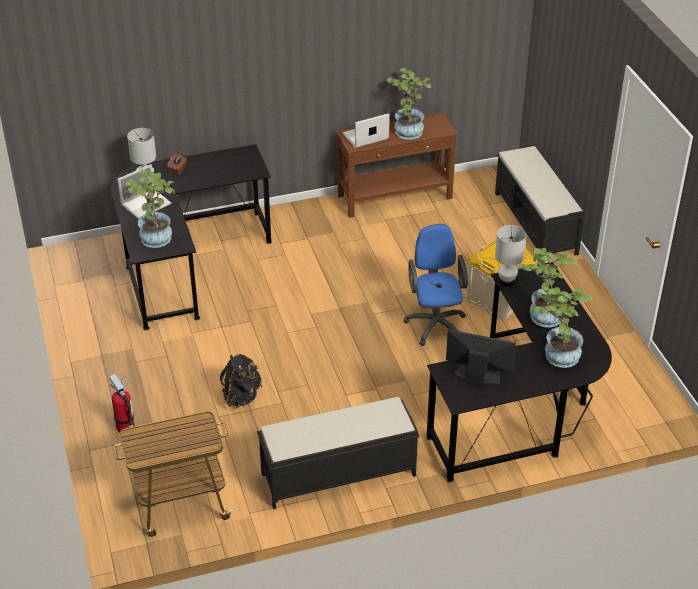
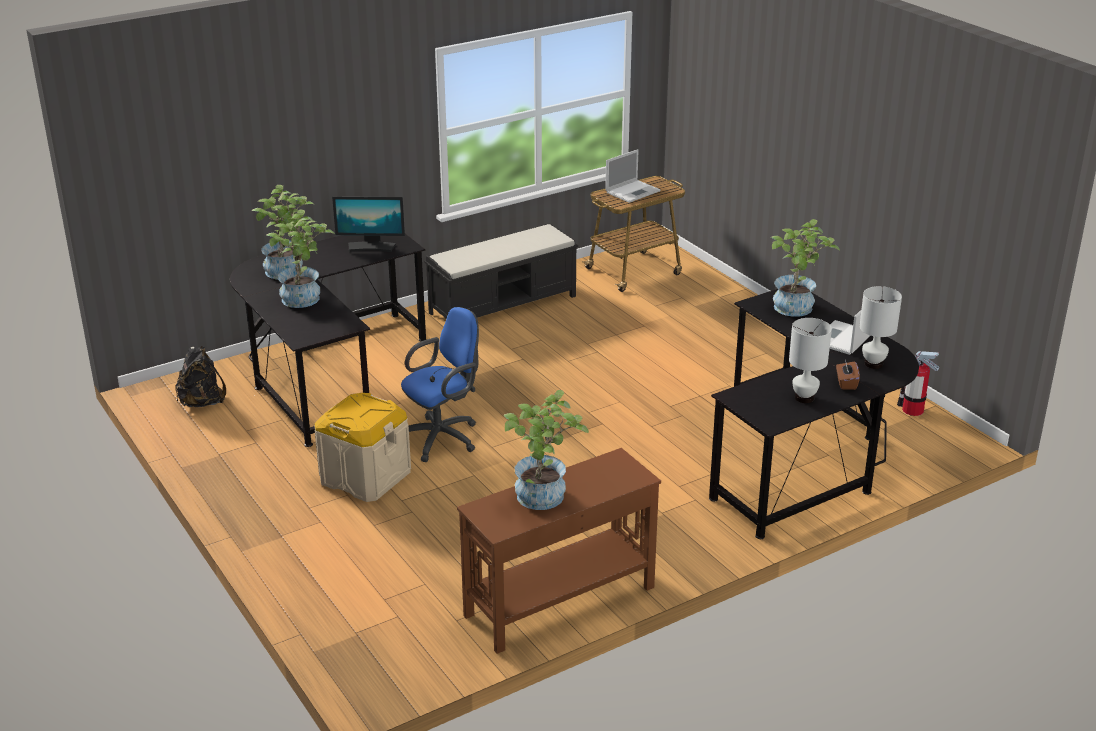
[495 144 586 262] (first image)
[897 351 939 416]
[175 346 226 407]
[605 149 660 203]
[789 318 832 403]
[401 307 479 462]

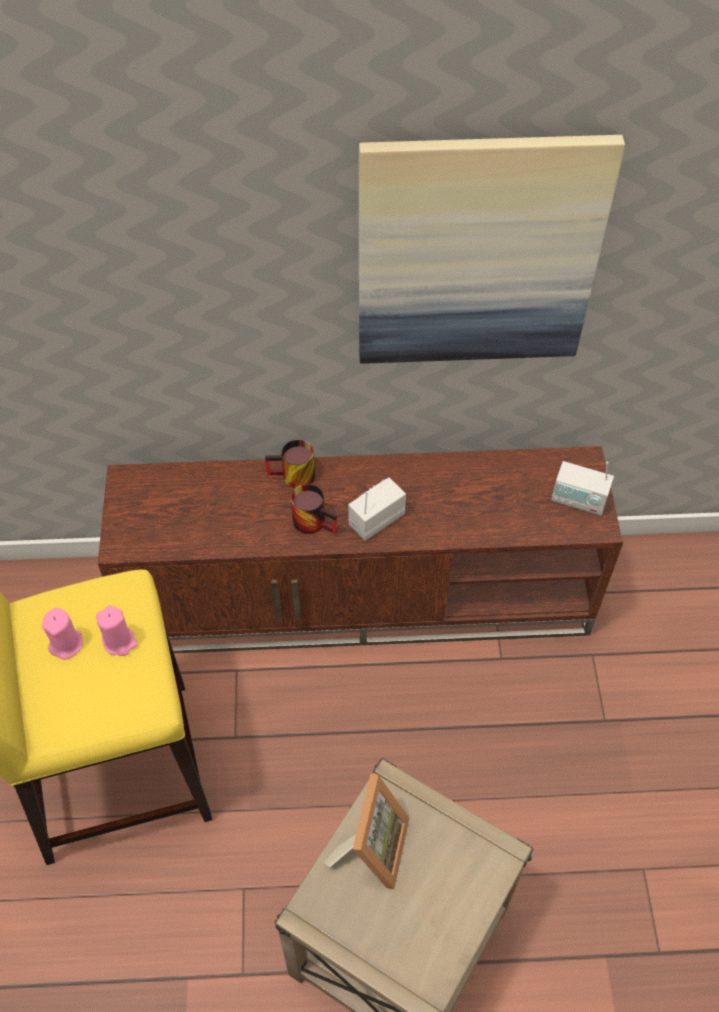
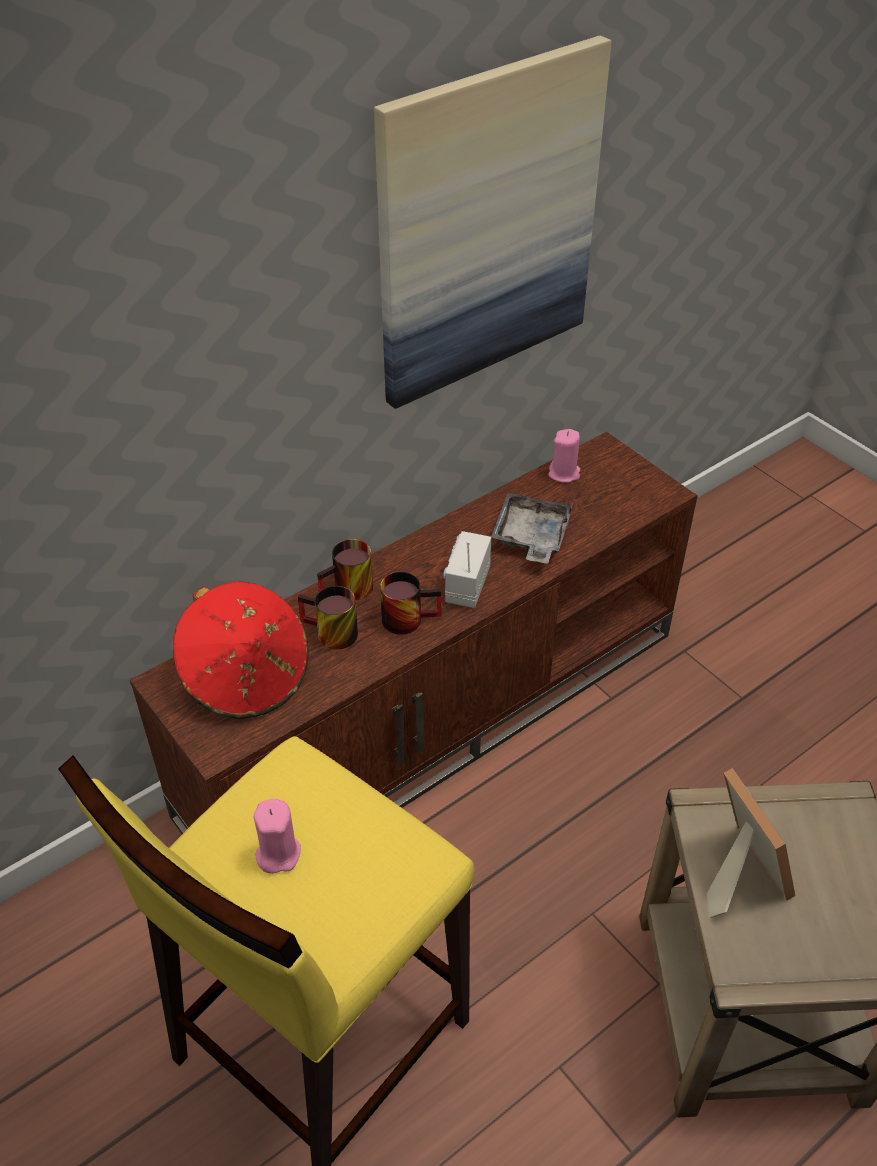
[551 461 614 515] (first image)
[173 582 309 719]
[298 586 358 649]
[491 493 573 563]
[548 429 580 483]

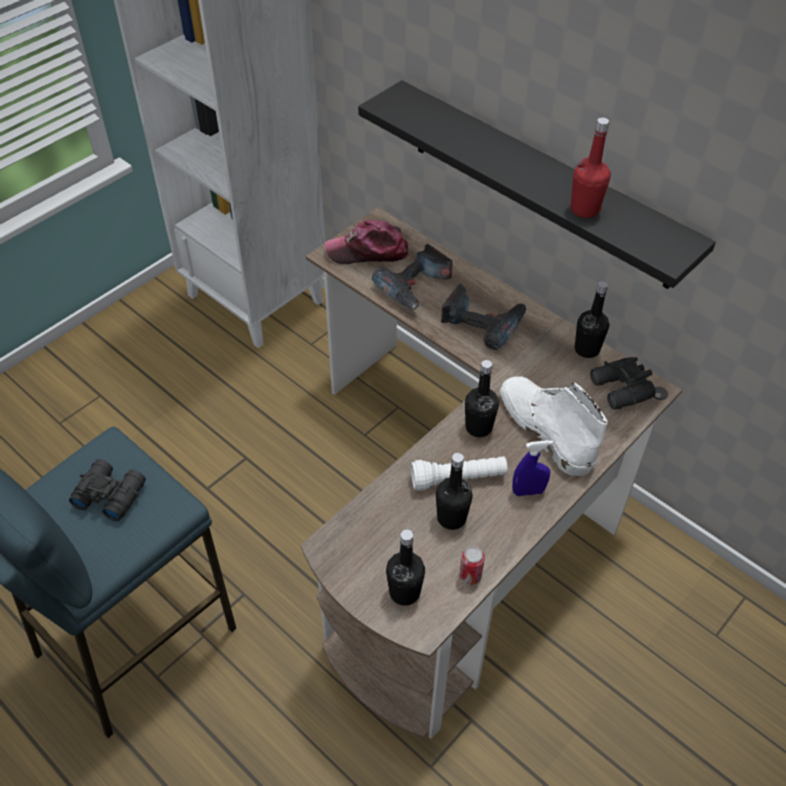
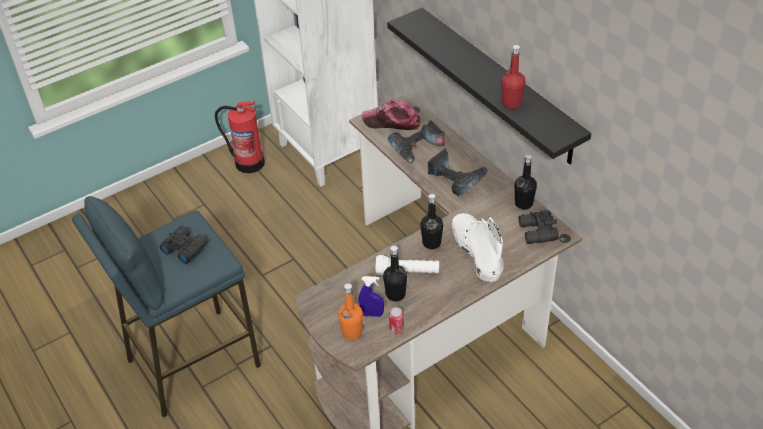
[215 101 265 173]
[359 276 384 317]
[338 283 363 340]

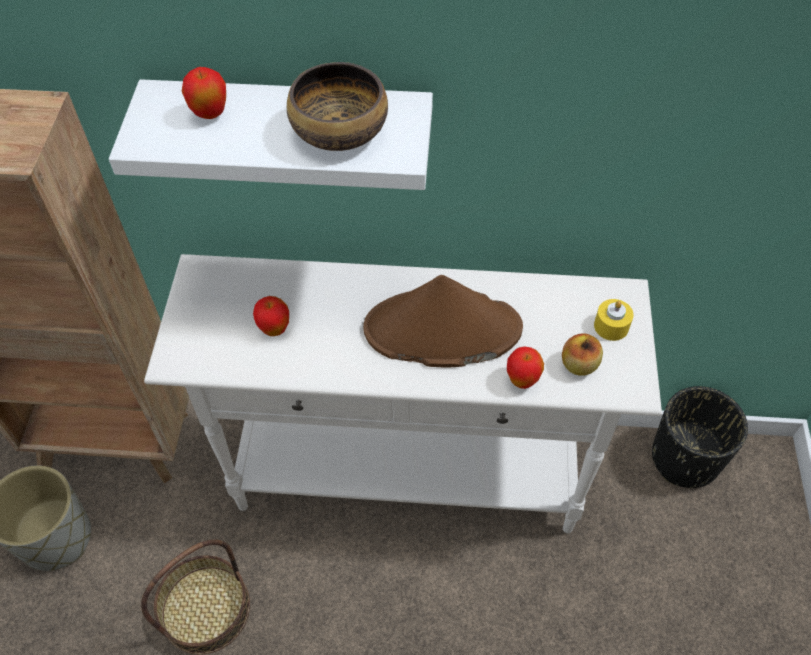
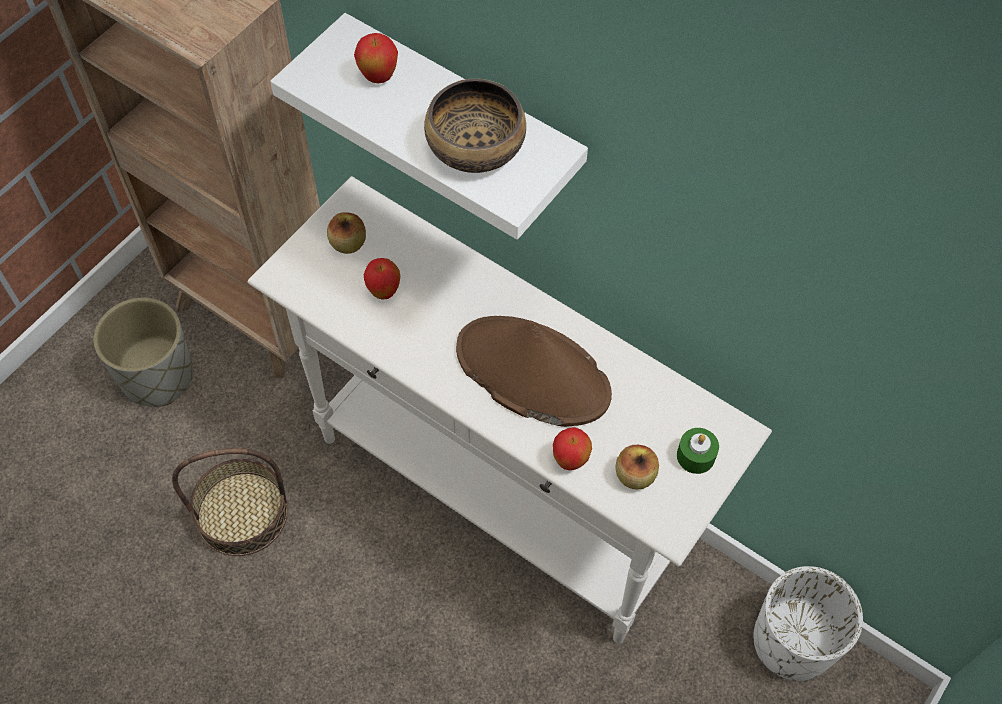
[327 212 366 254]
[677 428 719 474]
[753 566 863 681]

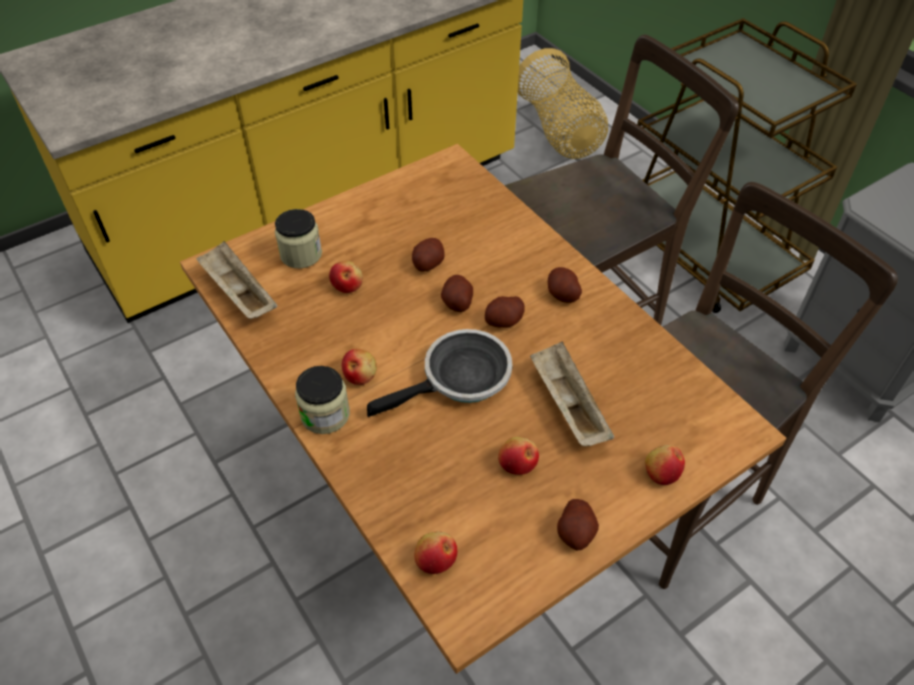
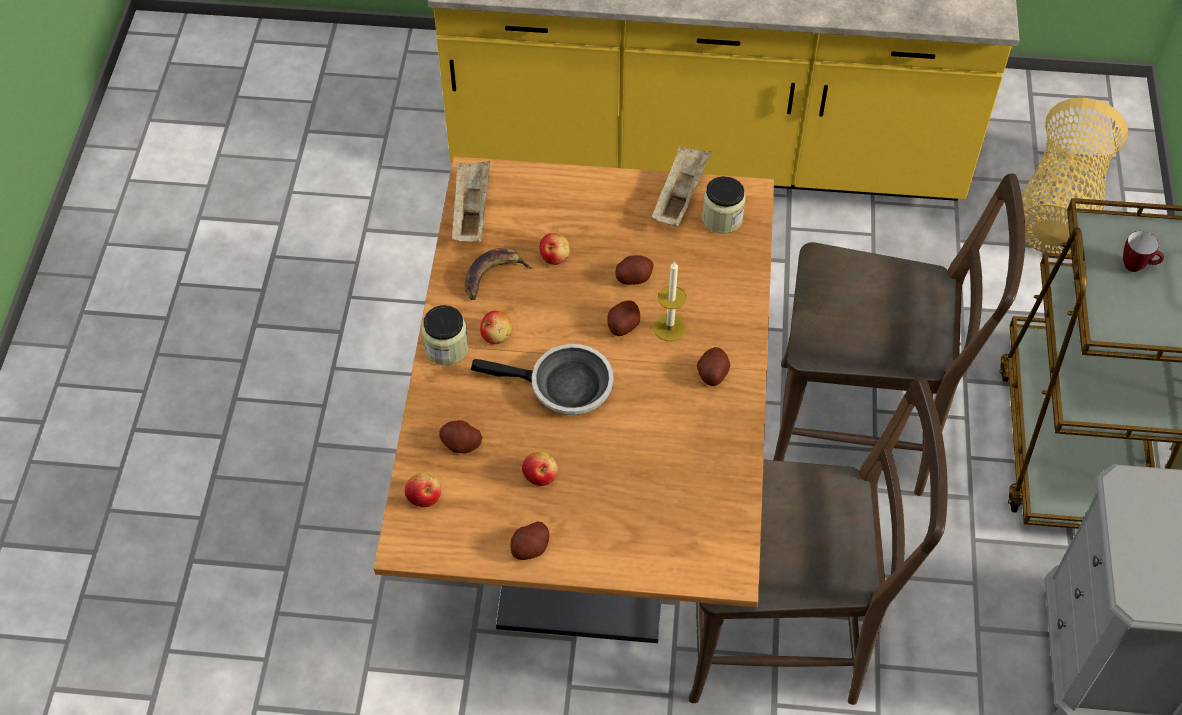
[645 445 685 485] (first image)
[464 248 532 300]
[654 261 686 342]
[1123 231 1164 272]
[702 176 746 234]
[439 420 483 453]
[652 146 711 226]

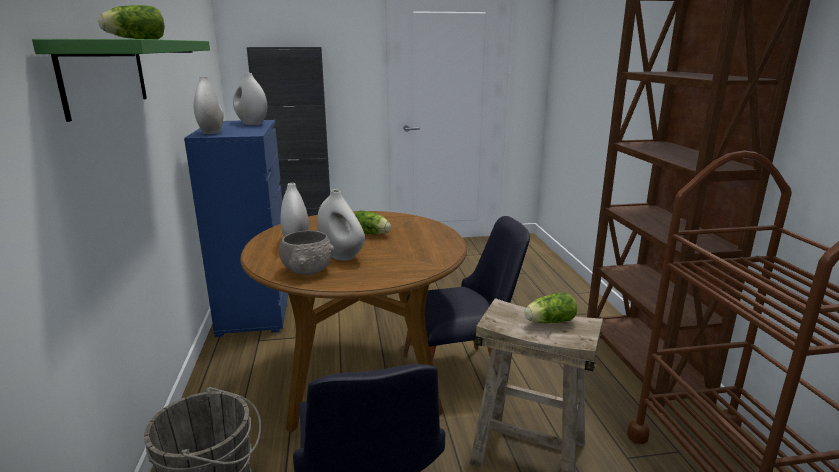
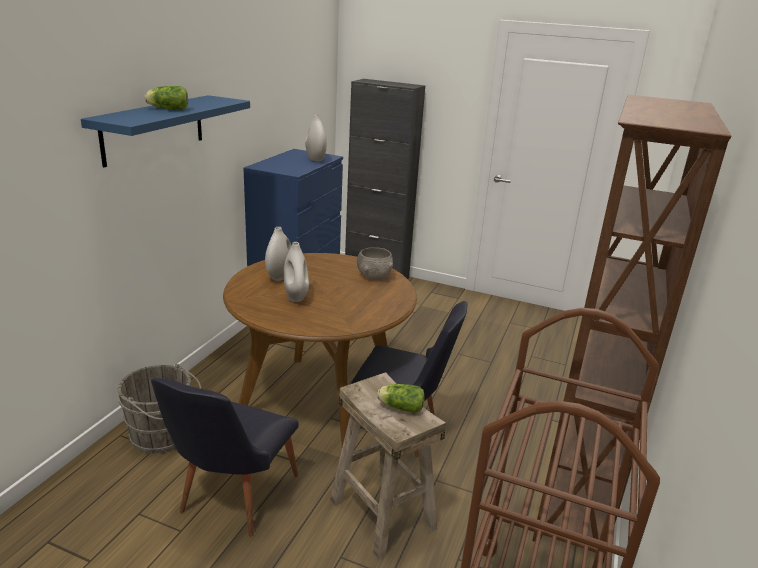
[194 76 224 134] (first image)
[355 210 391 235] (first image)
[357 247 393 280]
[81 95 250 167]

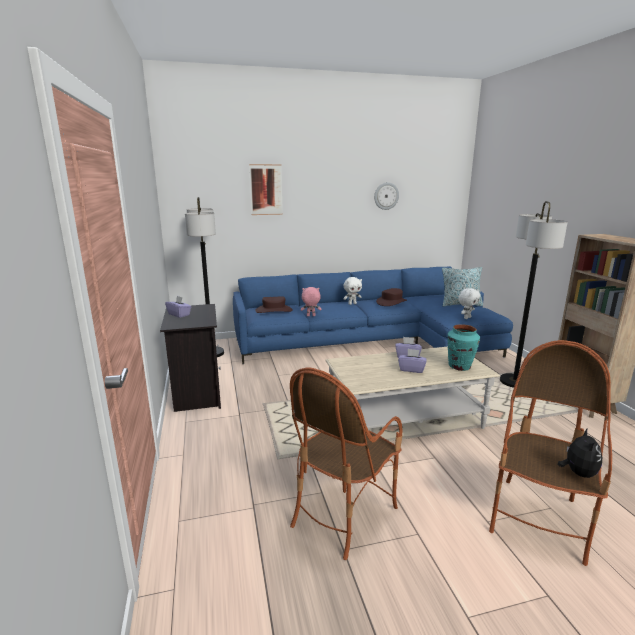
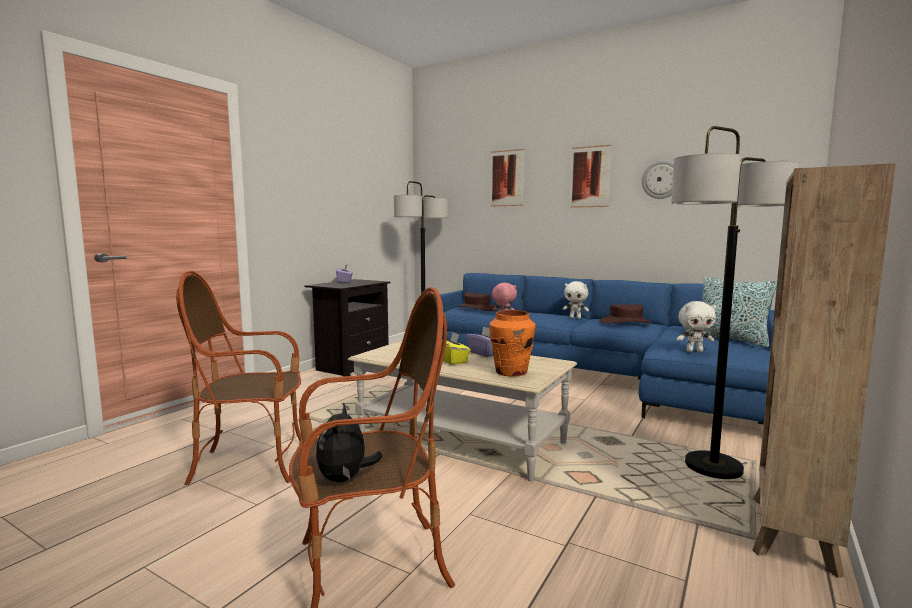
[570 145 611 208]
[440 332 471 365]
[489 310 536 377]
[316 403 382 482]

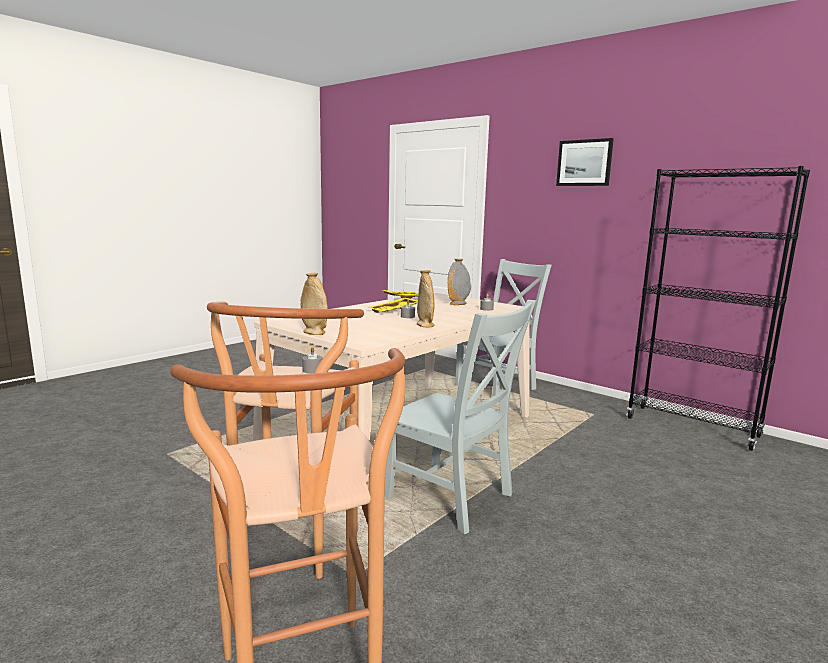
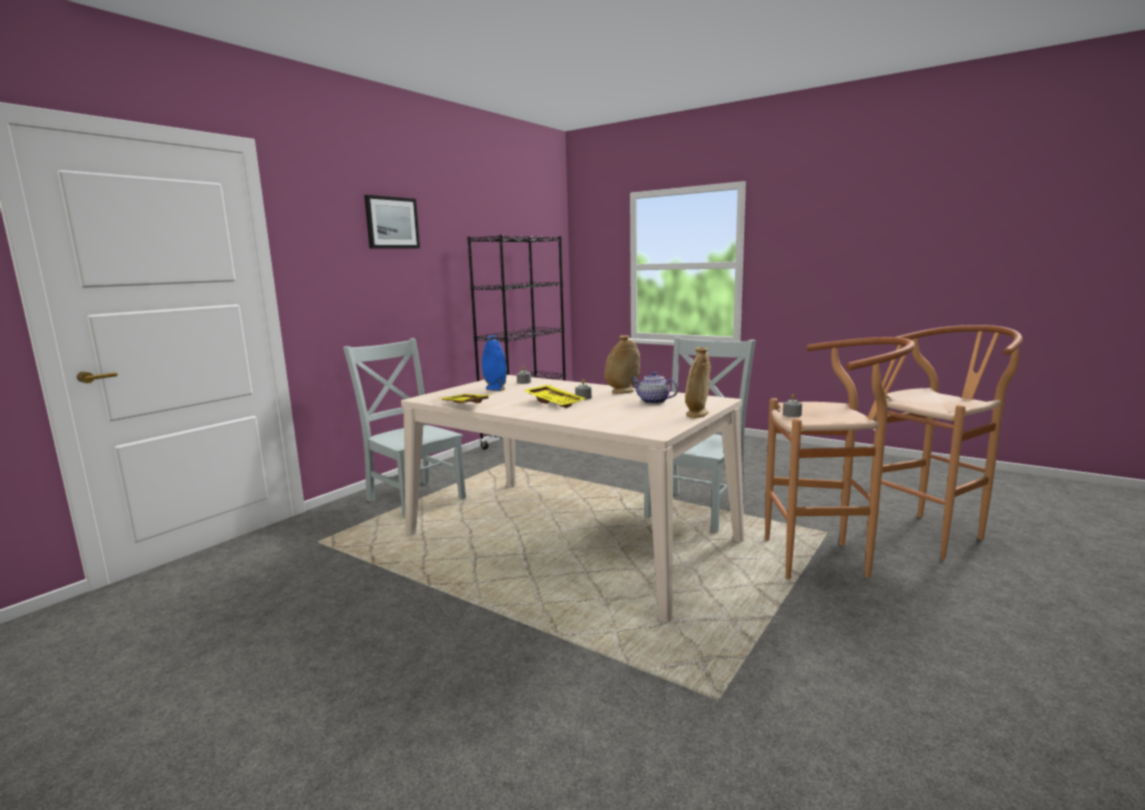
[631 372 678 404]
[482 336 507 391]

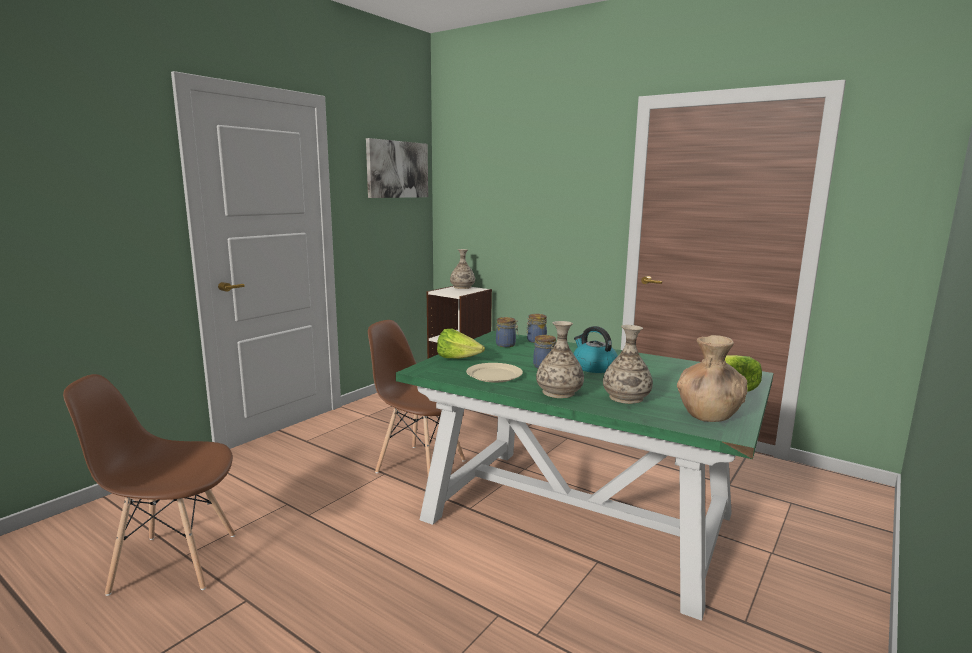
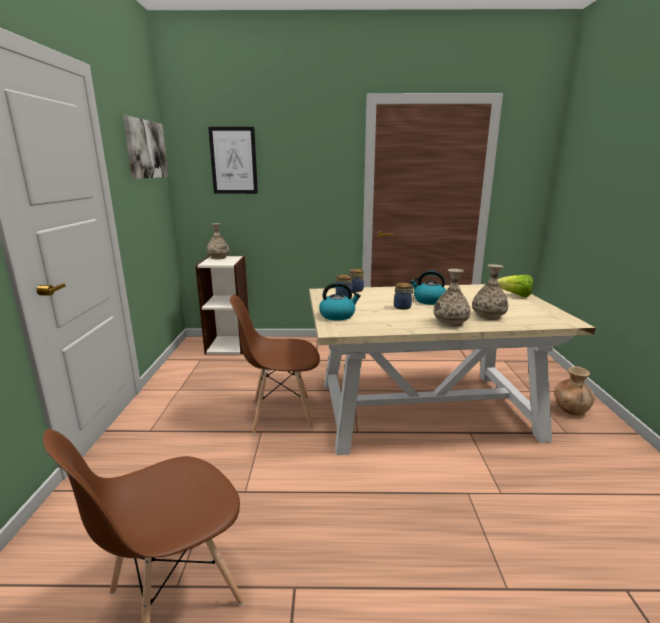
[466 363 523 383] (first image)
[208 127 258 194]
[555 366 595 416]
[319 282 361 321]
[309 284 596 455]

